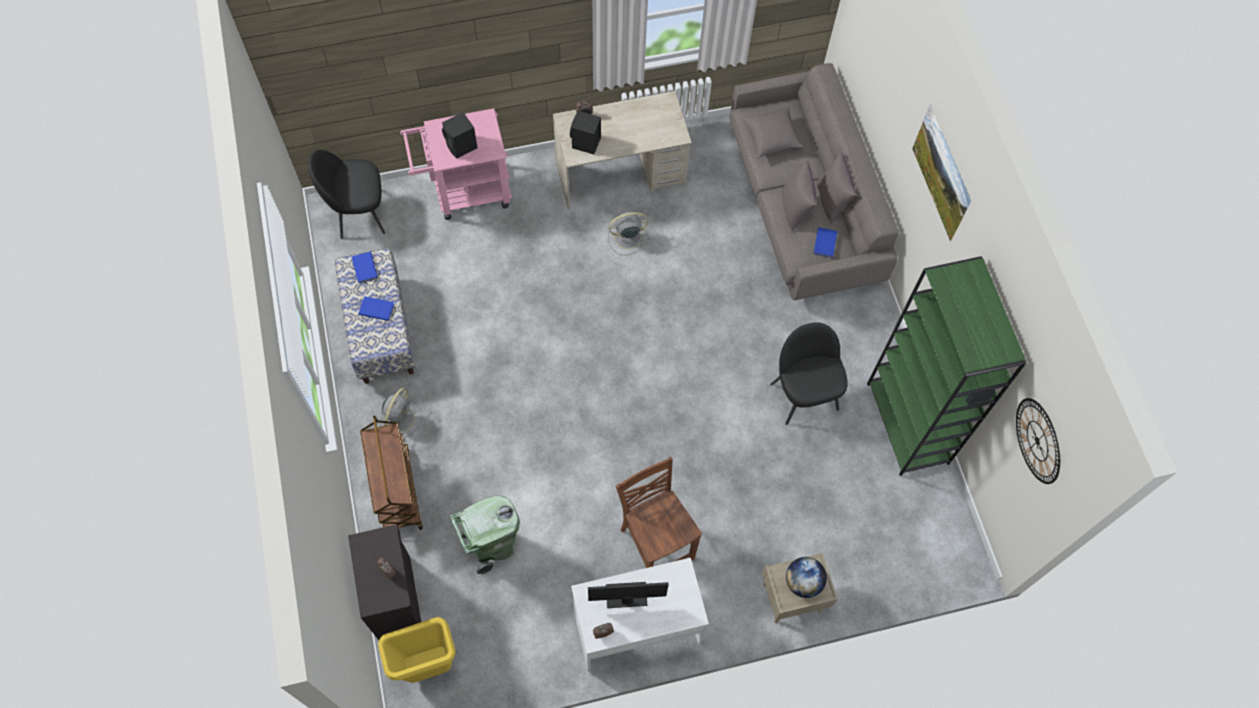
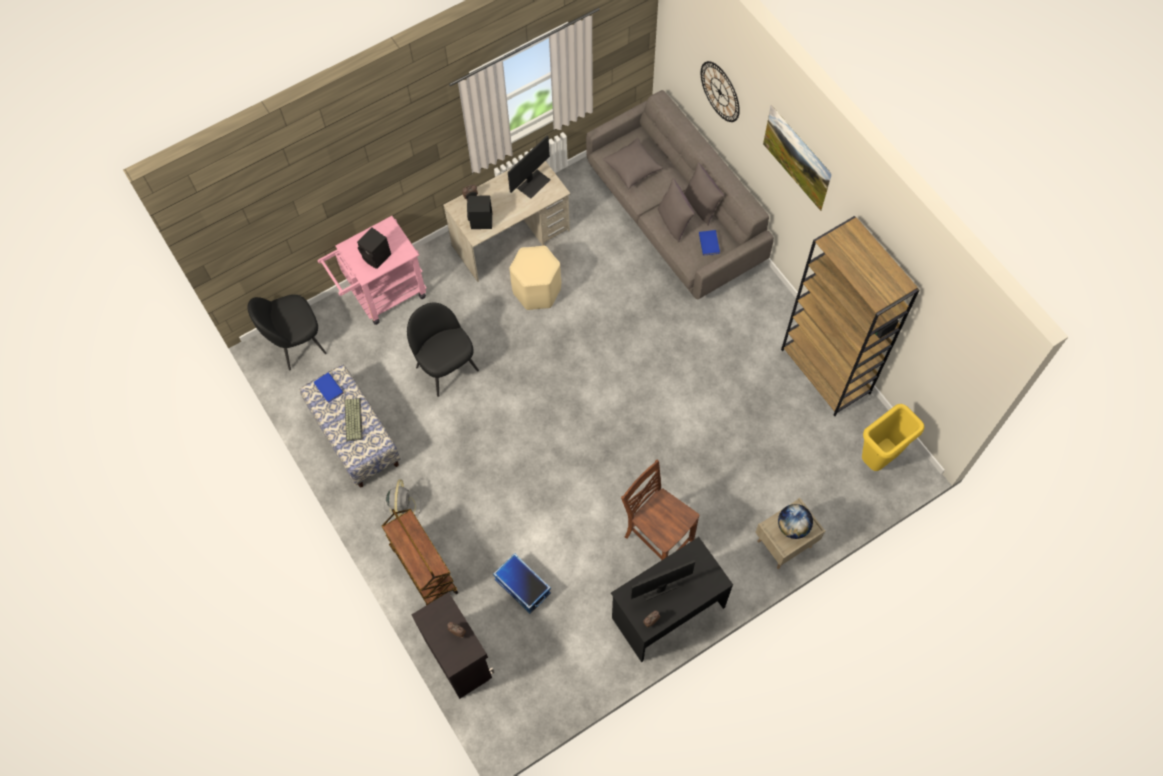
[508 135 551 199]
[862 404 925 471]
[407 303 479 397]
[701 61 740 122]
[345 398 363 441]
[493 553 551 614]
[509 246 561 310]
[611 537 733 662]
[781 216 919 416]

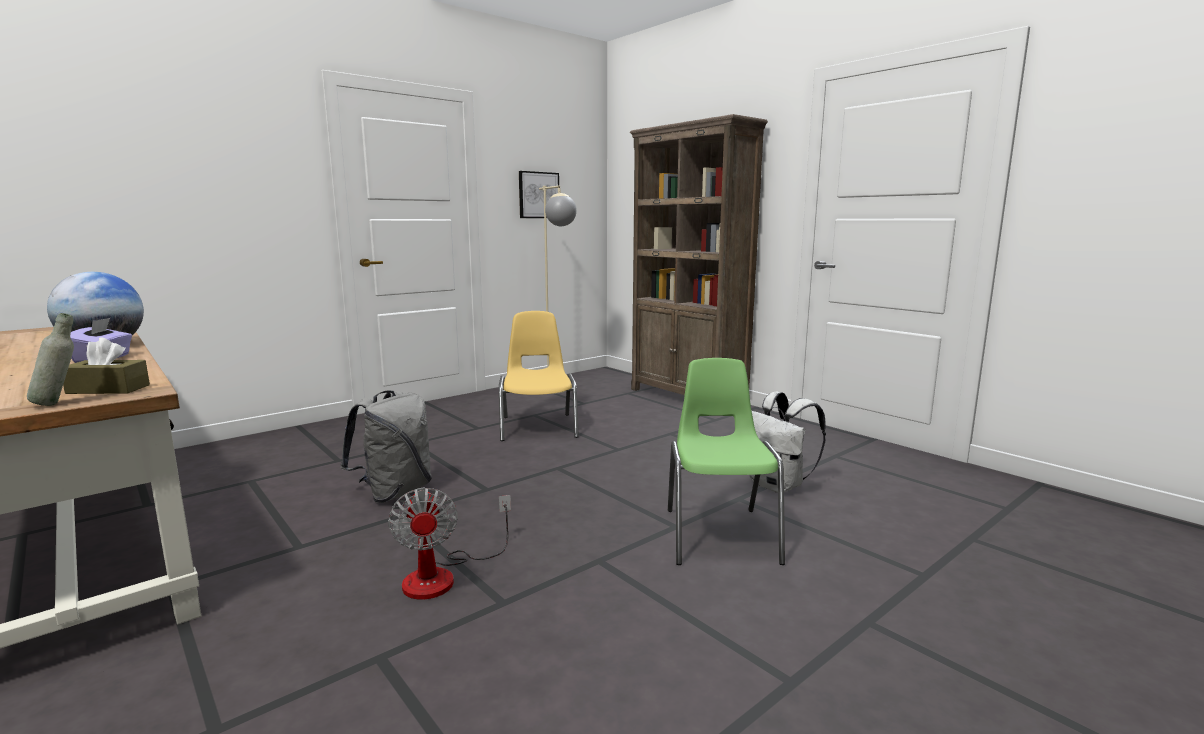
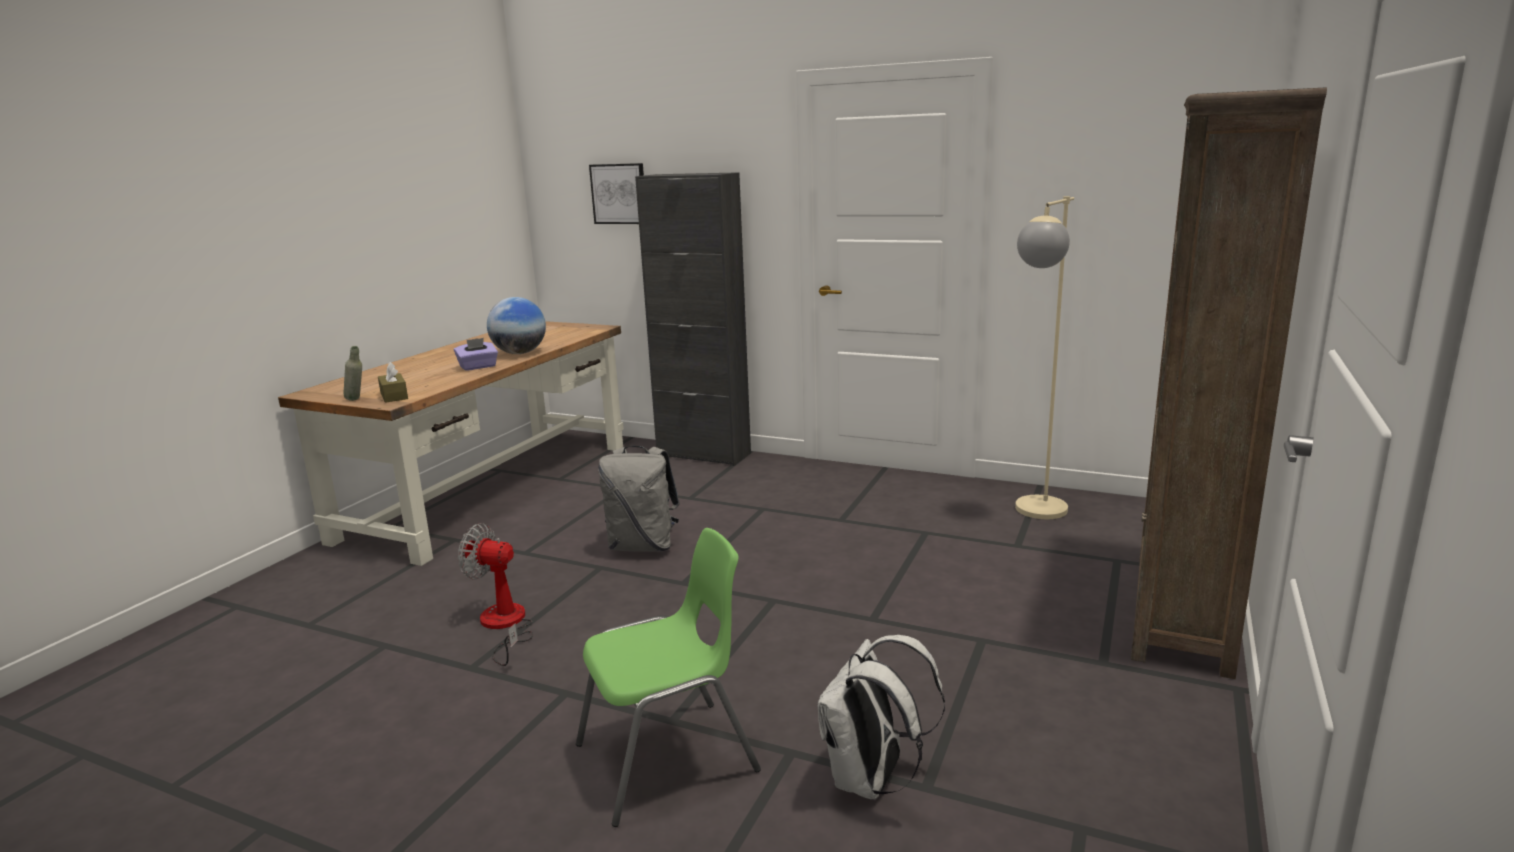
[499 311 579 441] (first image)
[635 172 751 466]
[589 163 644 224]
[458 523 533 666]

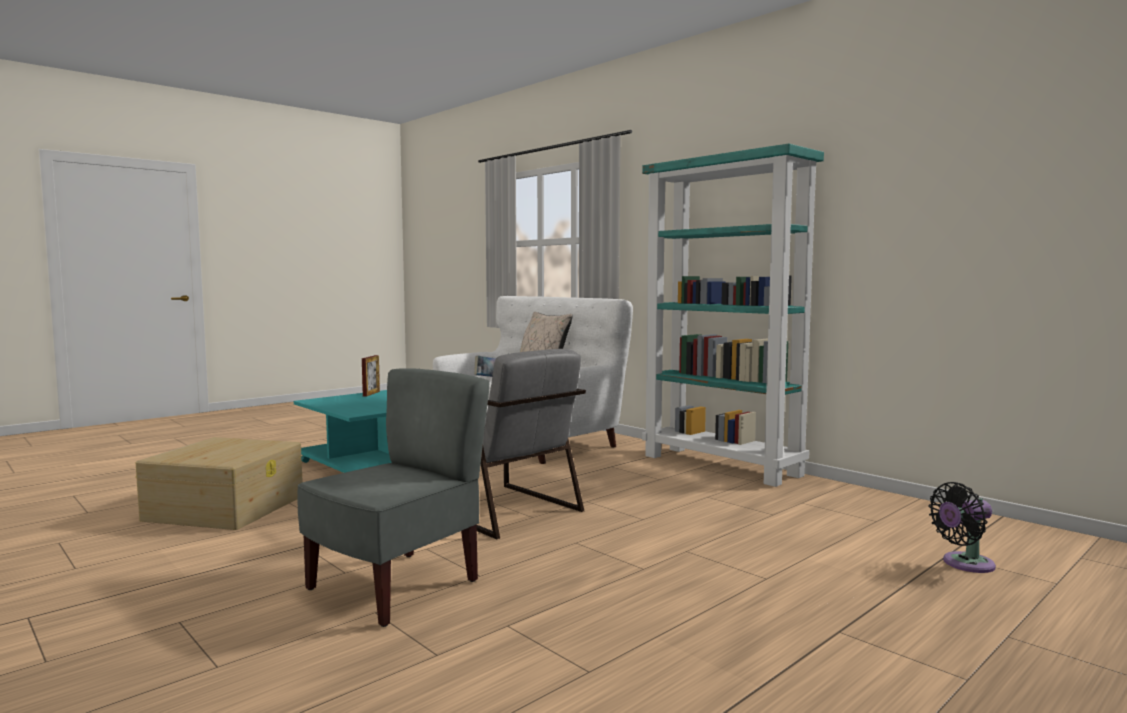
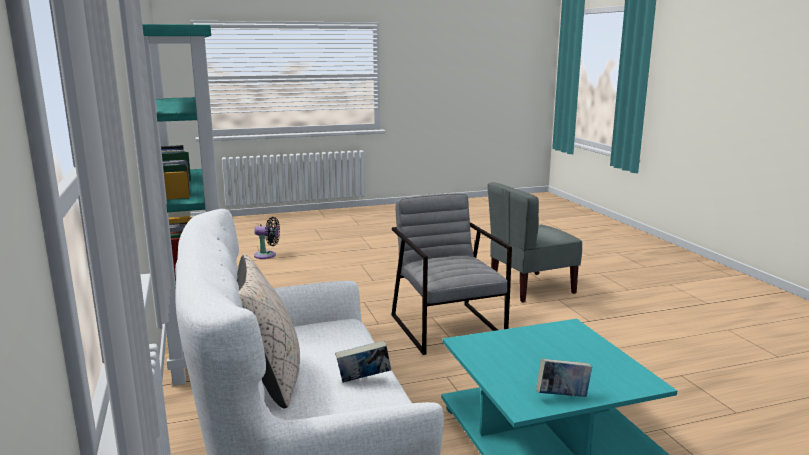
[136 437 303 530] (first image)
[536 358 592 397]

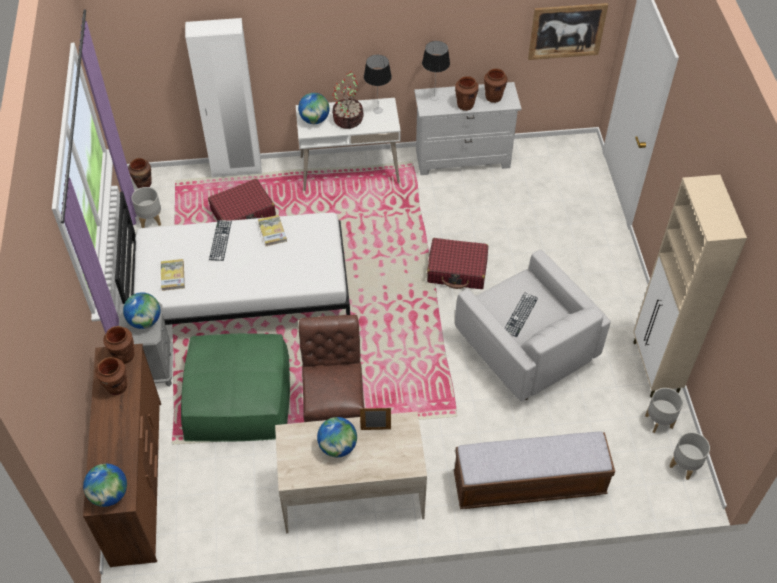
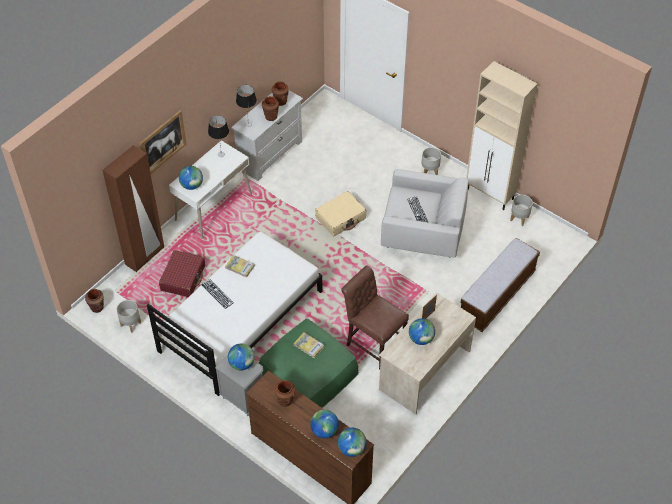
[103 326 135 364] (first image)
[332 73 364 129] (first image)
[310 410 339 438]
[294 332 324 358]
[140 110 187 174]
[422 147 441 175]
[102 145 164 272]
[315 191 366 236]

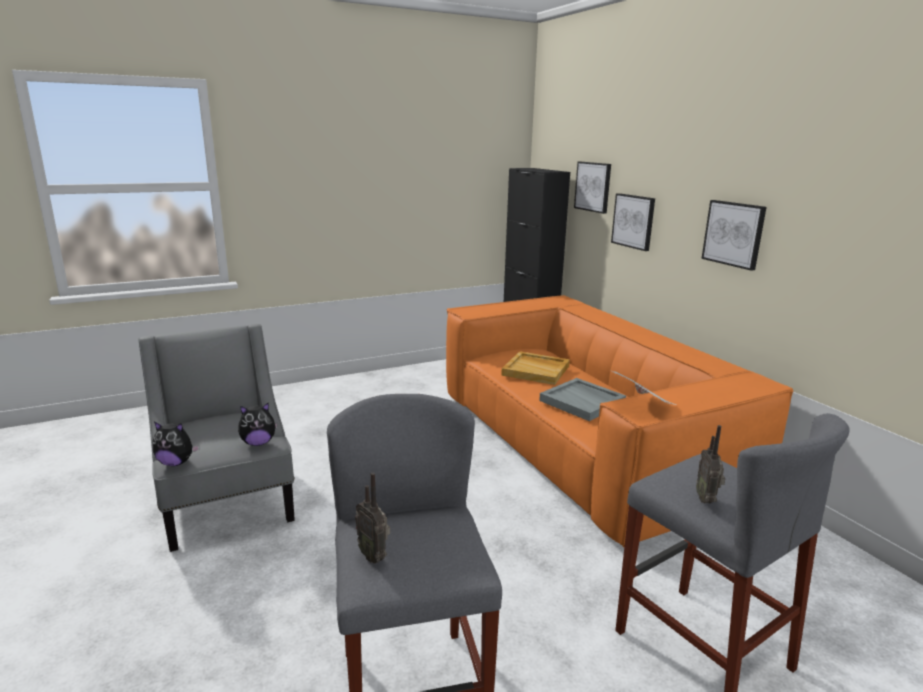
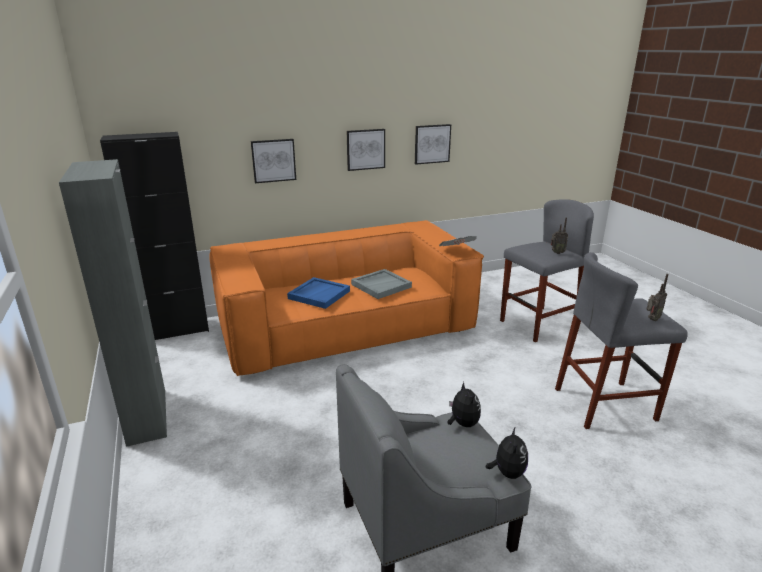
[59 159 167 447]
[415 124 451 165]
[287 277 350 309]

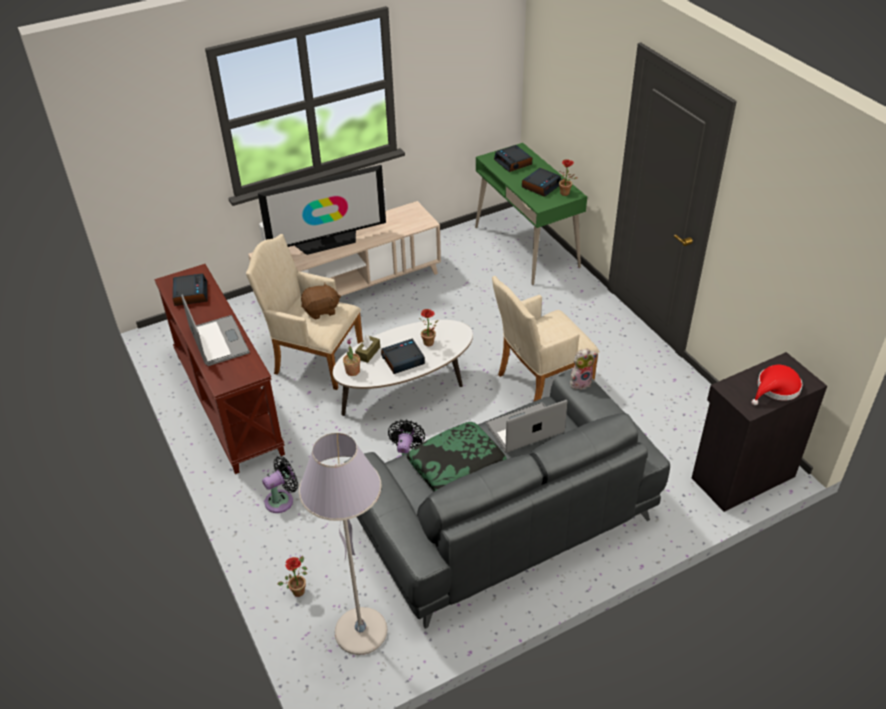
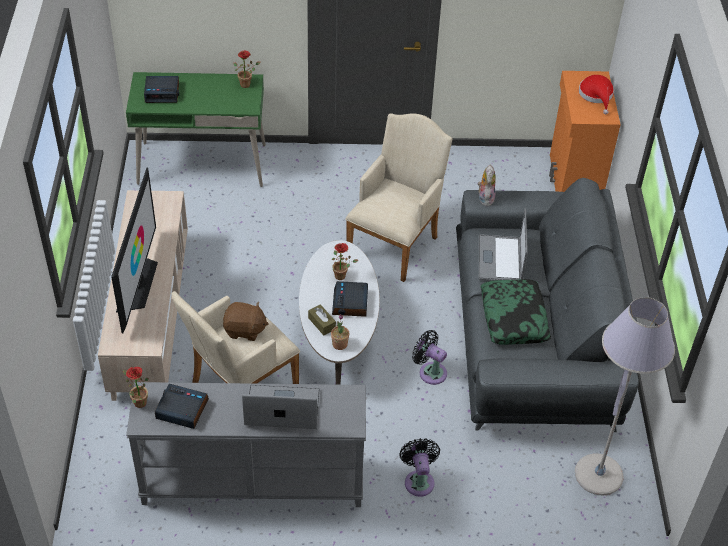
[522 168 561 197] (first image)
[123 367 149 408]
[126 382 366 507]
[549 71 621 192]
[223 302 269 341]
[345 113 453 282]

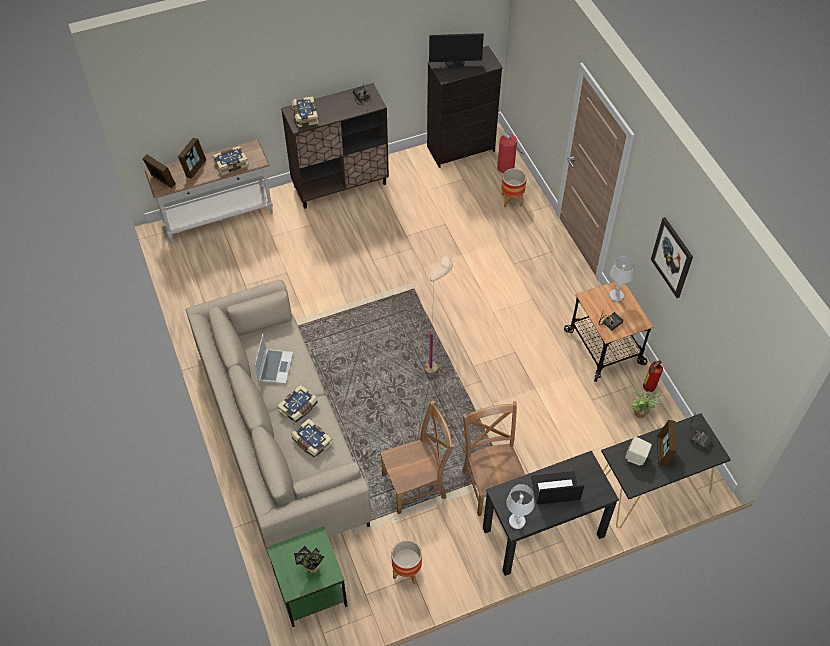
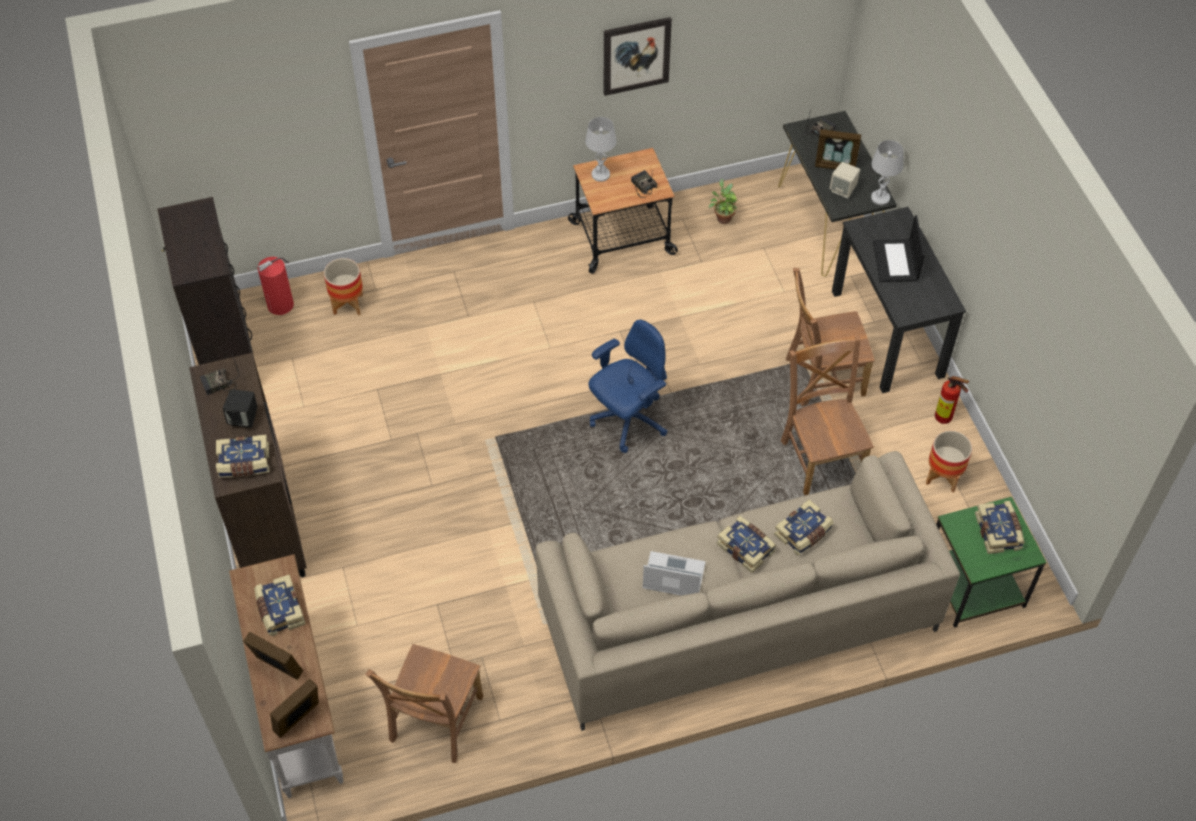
[429 33 484 69] (first image)
[223 389 257 428]
[365 644 483 763]
[871 140 904 205]
[935 376 969 424]
[975 501 1025 554]
[589 320 668 453]

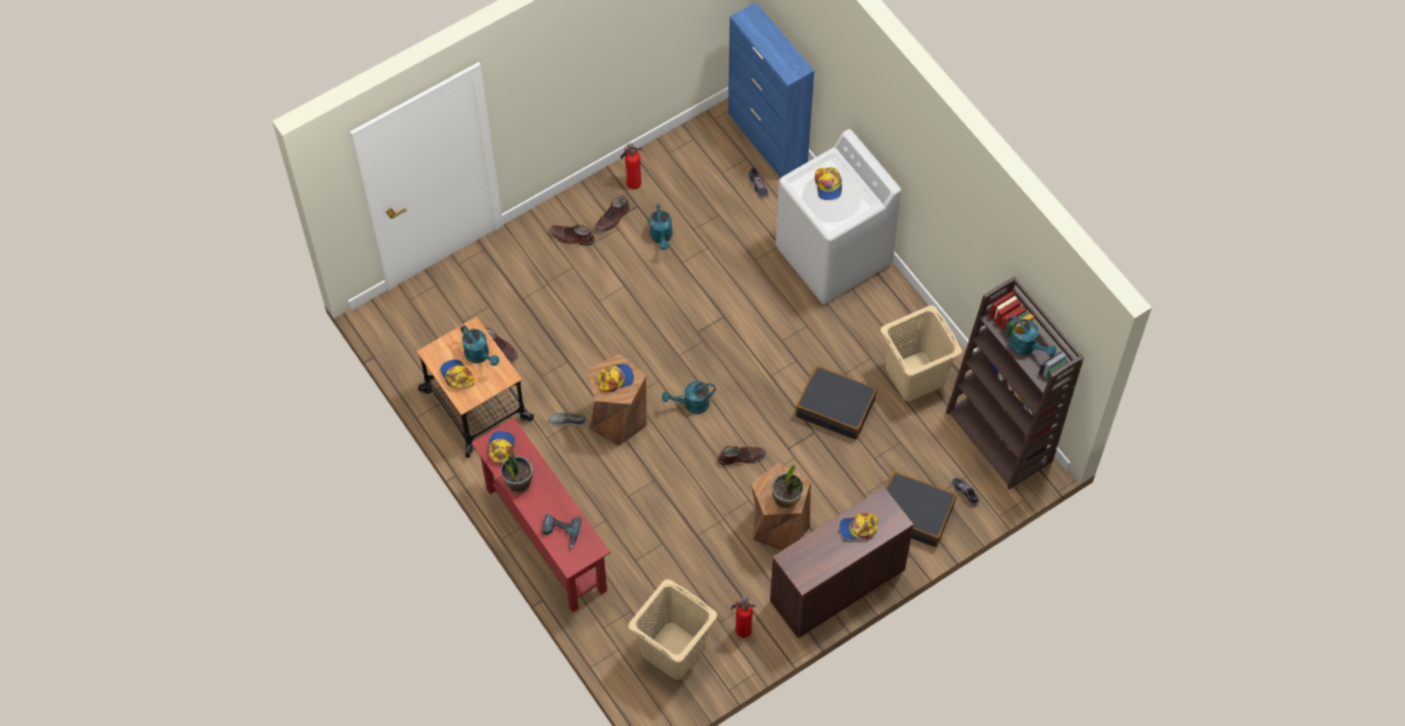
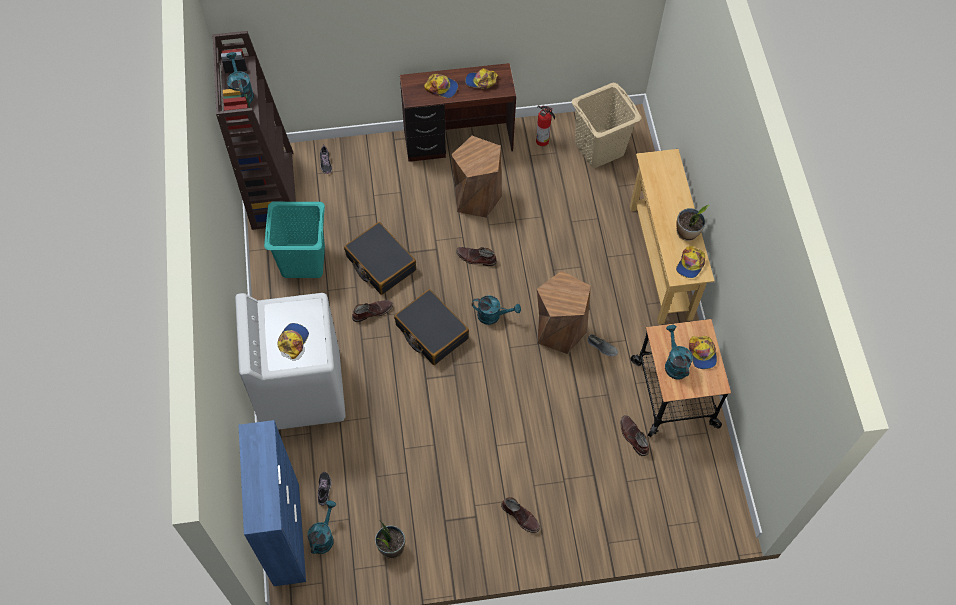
[542 514 582 549] (first image)
[621 143 642 189] (first image)
[352 300 393 322]
[465 68 498 89]
[307 501 336 554]
[375 521 405 559]
[394 289 469 365]
[630 149 714 324]
[264 202 325 278]

